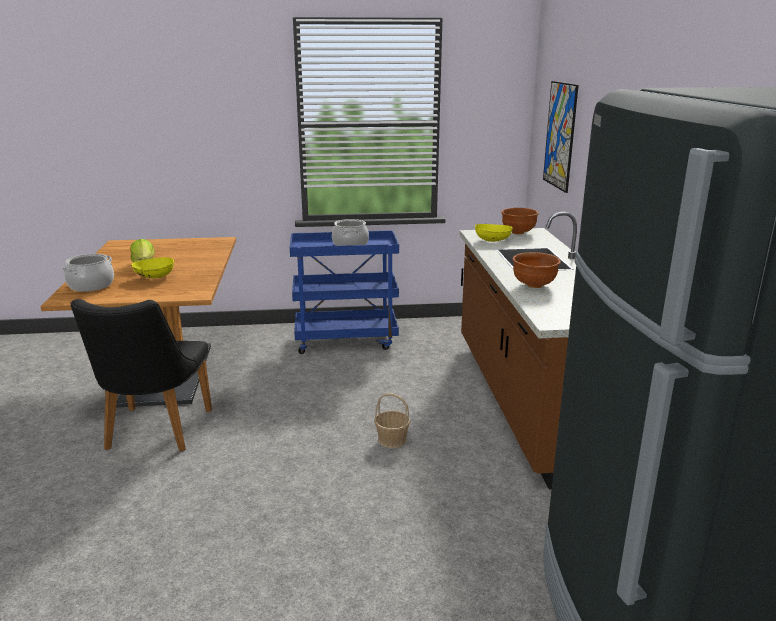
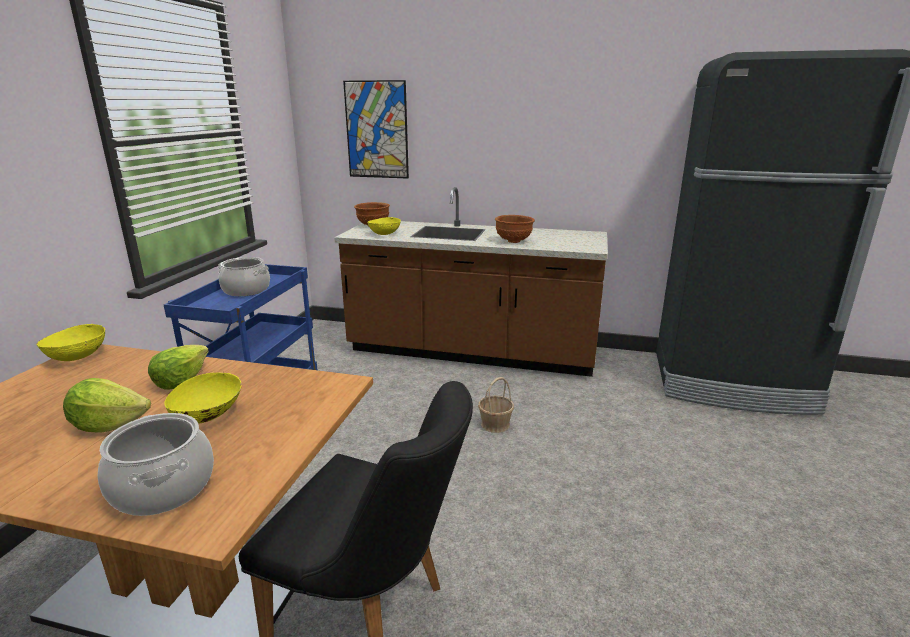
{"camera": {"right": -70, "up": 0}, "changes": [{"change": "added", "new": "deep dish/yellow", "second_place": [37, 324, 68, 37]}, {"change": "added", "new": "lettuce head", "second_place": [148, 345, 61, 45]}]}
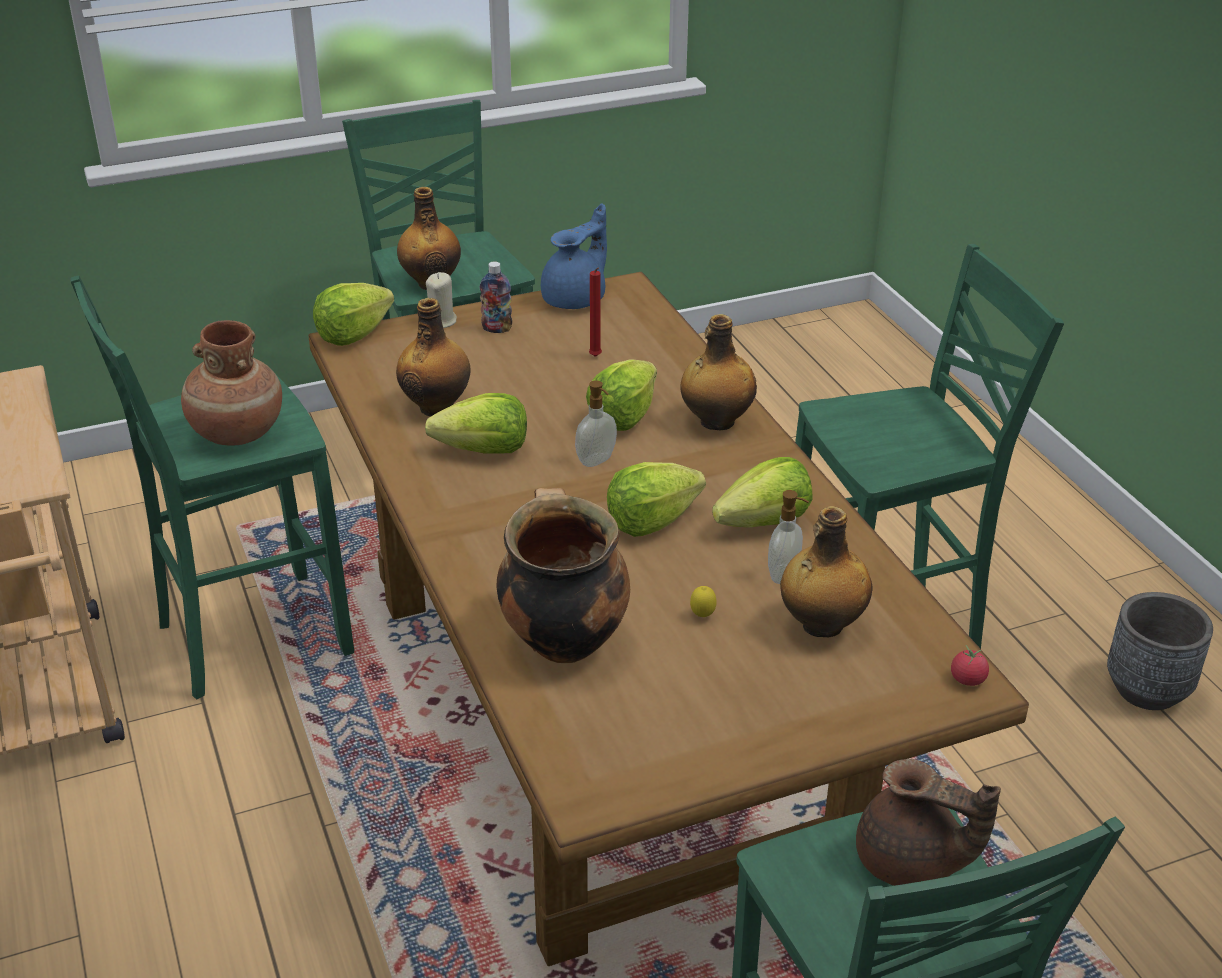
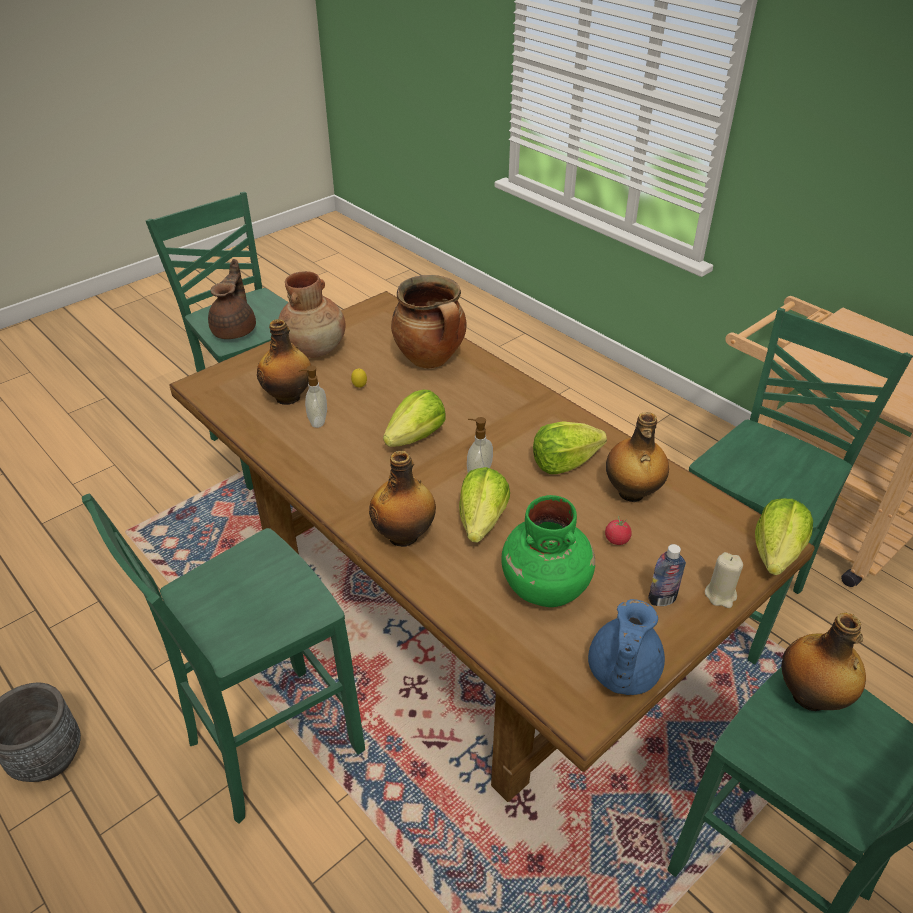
{"camera": {"right": 160, "up": 5}, "changes": [{"change": "replaced", "old": "candle/red-coloured", "new": "flower vase/green-coloured", "first_place": [589, 268, 13, 89], "second_place": [501, 495, 94, 112]}, {"change": "moved", "old": "flower vase/brown", "first_place": [181, 320, 101, 125], "second_place": [278, 271, 68, 87]}, {"change": "removed", "old": "lettuce head", "first_place": [712, 457, 100, 71]}, {"change": "moved", "old": "tomato", "first_place": [951, 645, 38, 41], "second_place": [605, 516, 27, 29]}, {"change": "turned", "old": "pot for tea/brown", "first_place": [856, 759, 145, 127], "second_place": [208, 259, 48, 80], "degrees": 90}]}
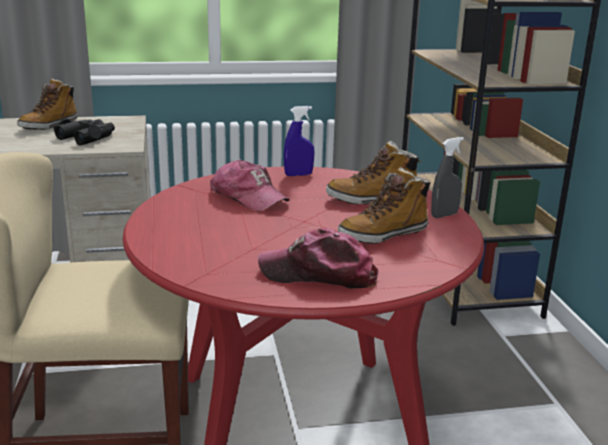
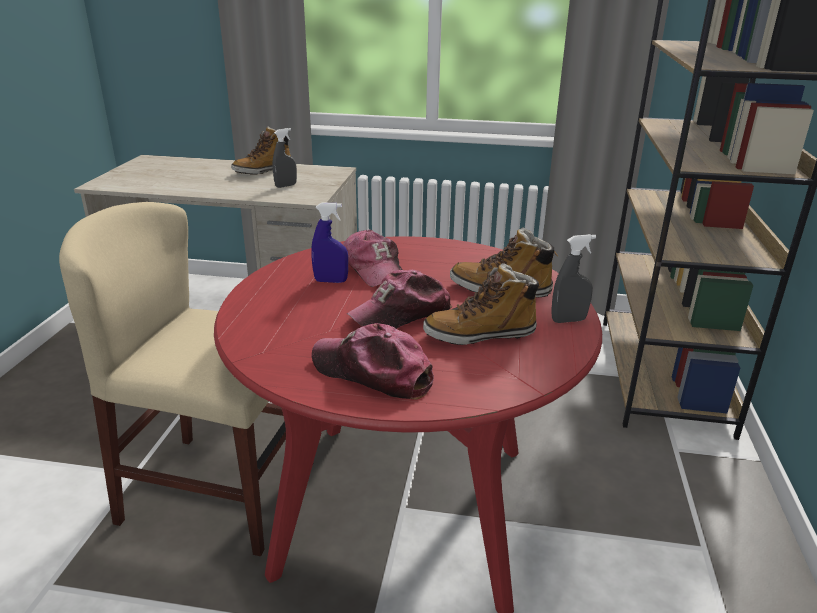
{"camera": {"right": 20, "up": 5}, "changes": [{"change": "moved", "old": "sprayer/bluish", "first_place": [284, 106, 30, 70], "second_place": [311, 203, 37, 80]}, {"change": "replaced", "old": "binoculars/black-coloured", "new": "sprayer/grey", "first_place": [53, 118, 62, 27], "second_place": [272, 128, 25, 60]}, {"change": "added", "new": "baseball cap", "second_place": [347, 270, 105, 59]}]}
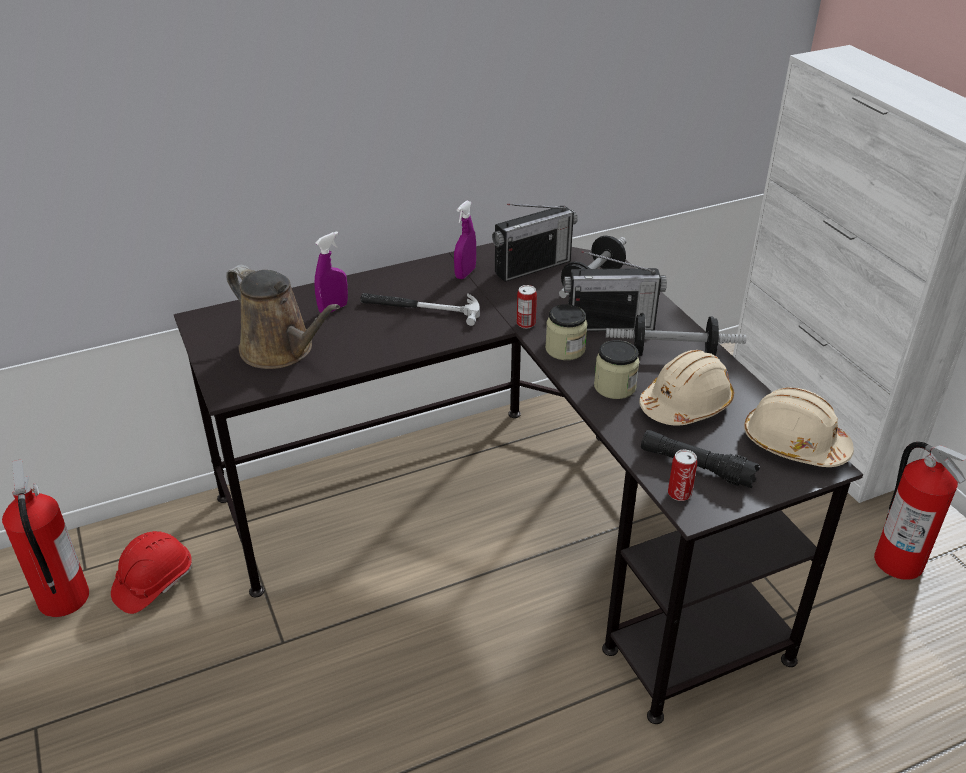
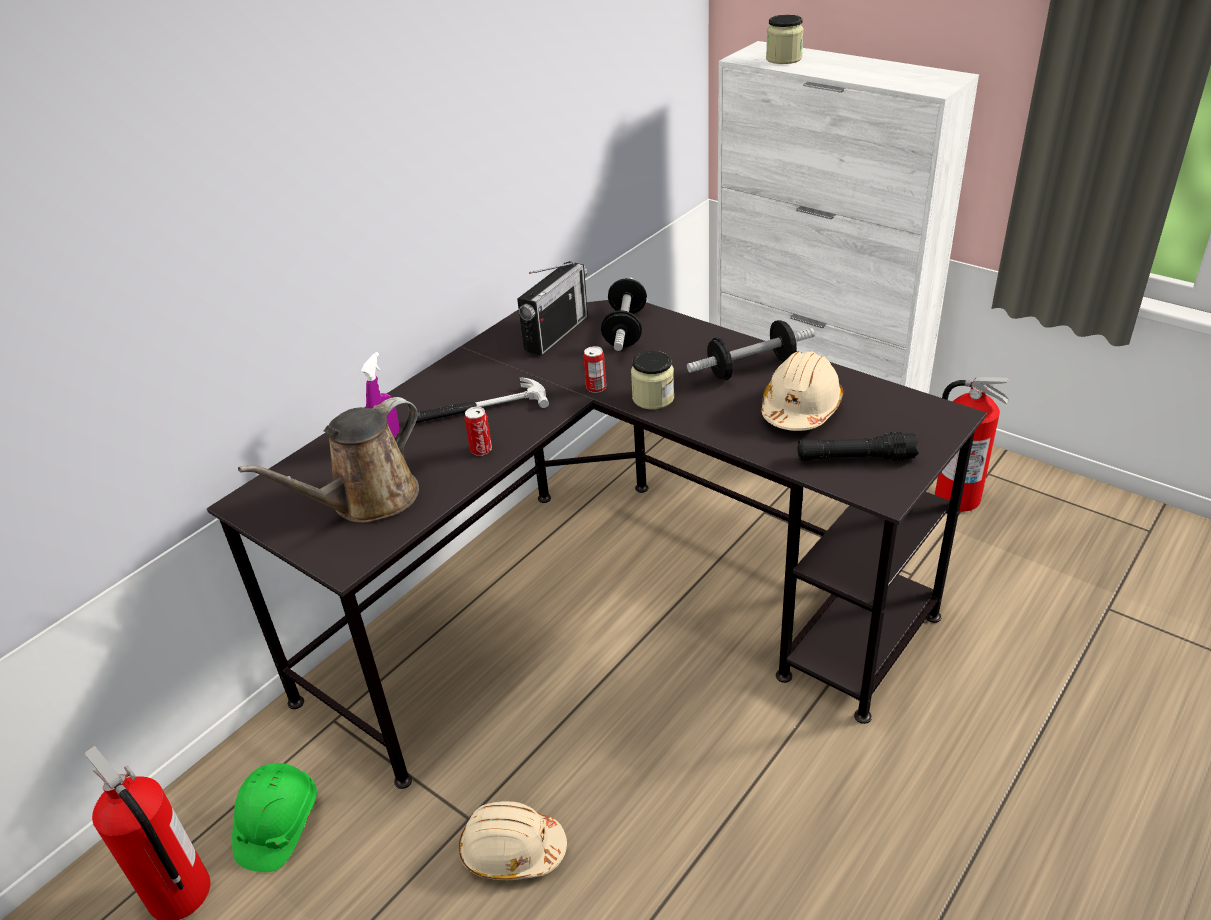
{"camera": {"right": -25, "up": 0}, "changes": [{"change": "removed", "old": "sprayer/purplish", "first_place": [454, 200, 22, 79]}, {"change": "removed", "old": "radio receiver", "first_place": [564, 251, 103, 80]}, {"change": "turned", "old": "watering pot/brown", "first_place": [226, 264, 114, 105], "second_place": [238, 397, 181, 126], "degrees": 120}, {"change": "moved", "old": "preserve jar", "first_place": [594, 340, 45, 59], "second_place": [766, 15, 38, 49]}, {"change": "moved", "old": "work helmet/sand-coloured", "first_place": [744, 387, 110, 80], "second_place": [459, 801, 108, 79]}, {"change": "moved", "old": "metal can", "first_place": [668, 449, 29, 52], "second_place": [465, 407, 27, 49]}, {"change": "recoloured", "old": "work helmet/red-coloured", "new": "work helmet/green-coloured", "first_place": [111, 531, 81, 83], "second_place": [232, 763, 85, 109]}]}
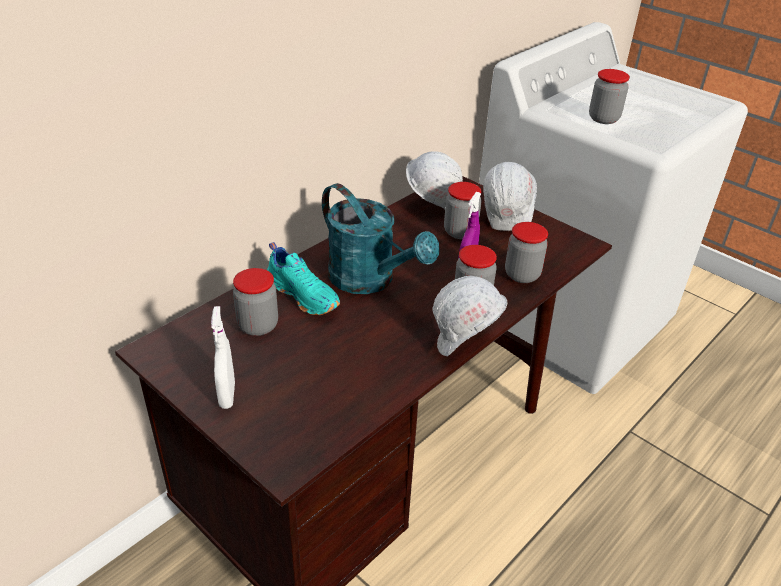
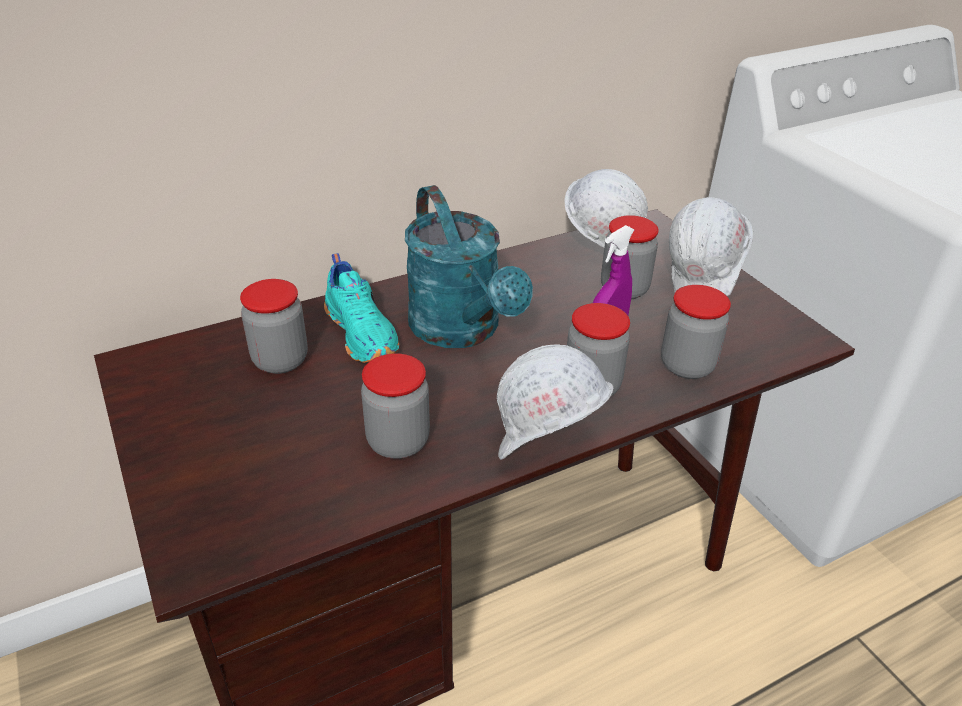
{"camera": {"right": 20, "up": 0}, "changes": [{"change": "moved", "old": "preserve jar", "first_place": [589, 69, 41, 55], "second_place": [361, 353, 69, 106]}, {"change": "removed", "old": "sprayer/white", "first_place": [211, 306, 24, 103]}]}
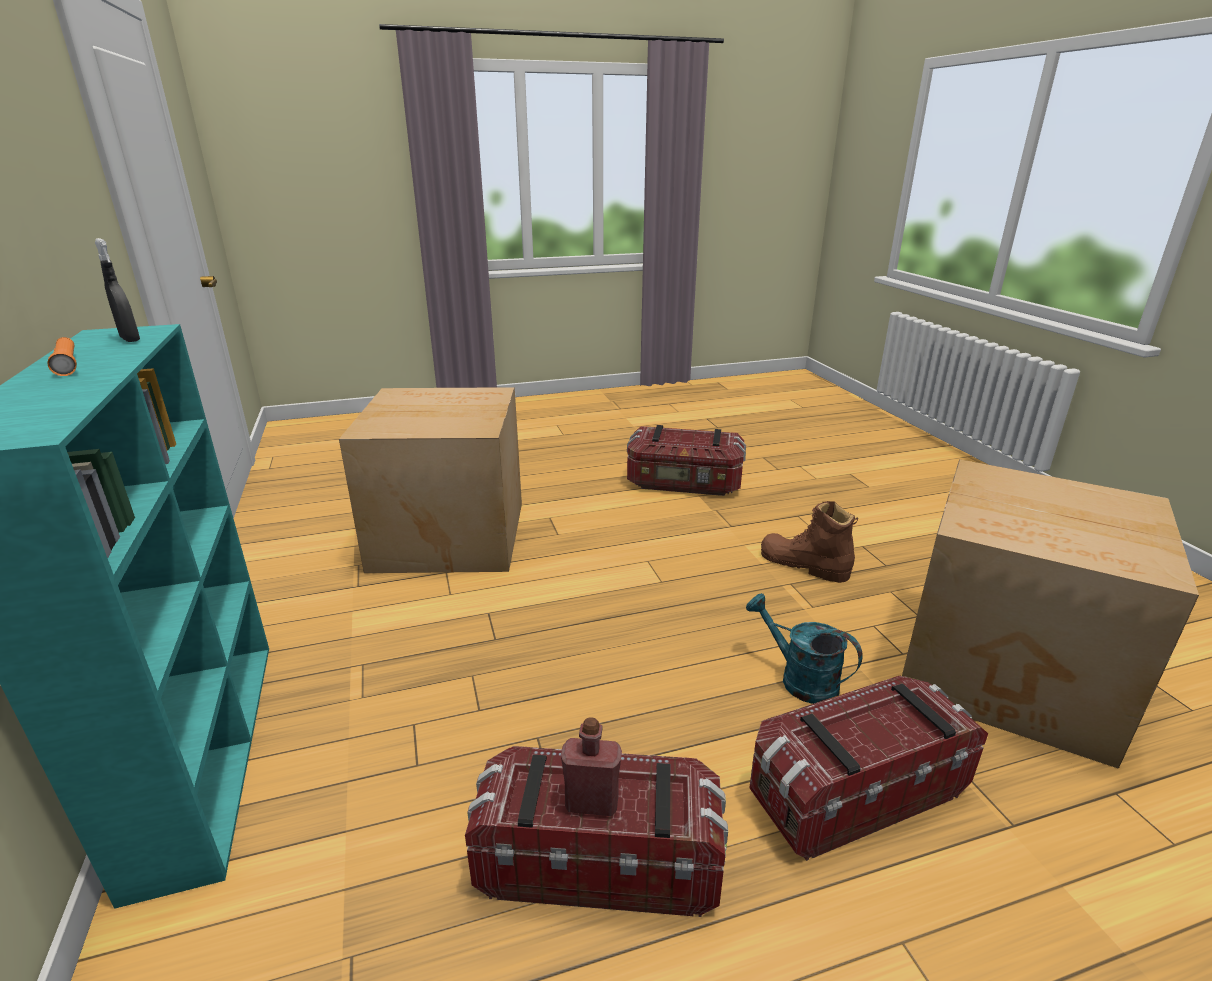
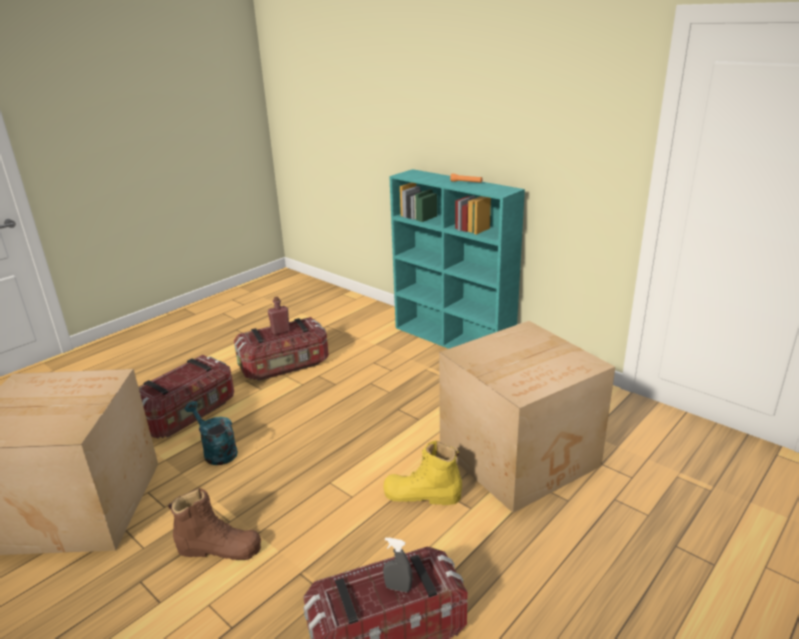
{"camera": {"right": 150, "up": 0}, "changes": [{"change": "moved", "old": "sprayer/grey", "first_place": [95, 238, 45, 104], "second_place": [383, 537, 29, 56]}, {"change": "turned", "old": "watering pot/blue-green", "first_place": [746, 593, 117, 111], "second_place": [185, 401, 53, 64], "degrees": -150}, {"change": "added", "new": "high-top boot/yellow", "second_place": [383, 440, 79, 65]}]}
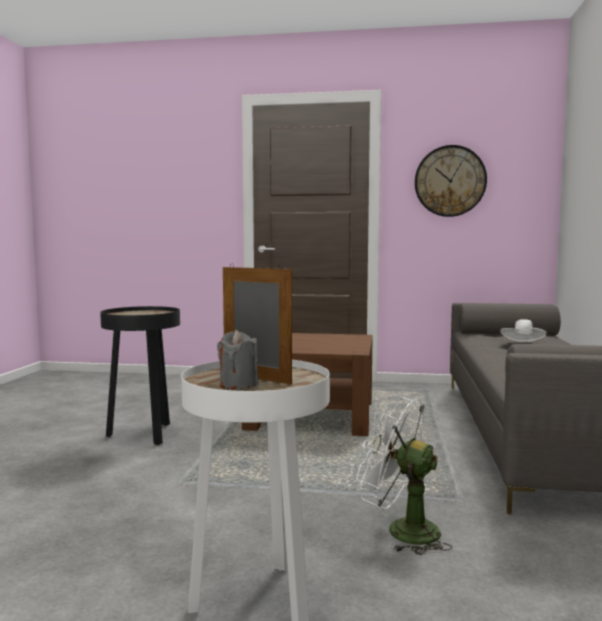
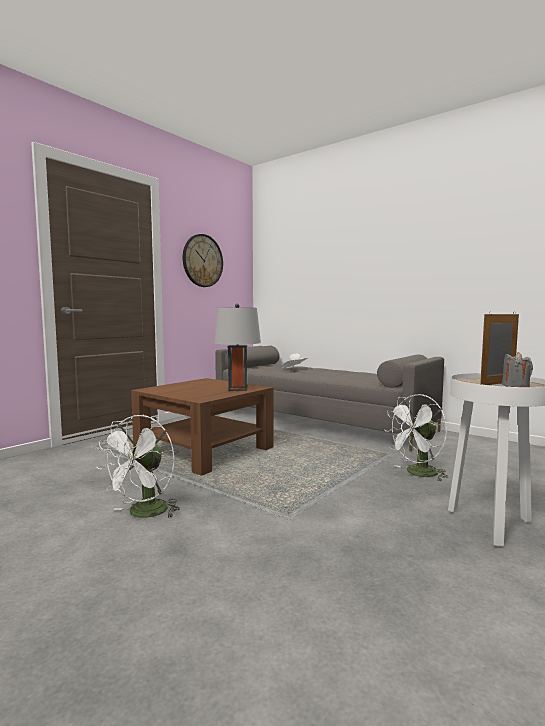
{"camera": {"right": -60, "up": 0}, "changes": [{"change": "replaced", "old": "end table/black-coloured", "new": "fan/white", "first_place": [100, 306, 80, 139], "second_place": [96, 415, 84, 103]}, {"change": "added", "new": "lamp for a table/grey", "second_place": [214, 304, 47, 87]}]}
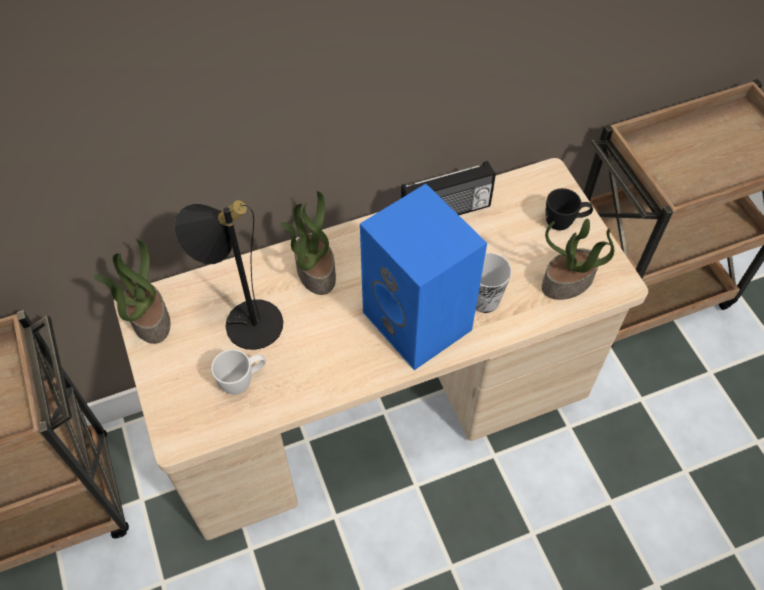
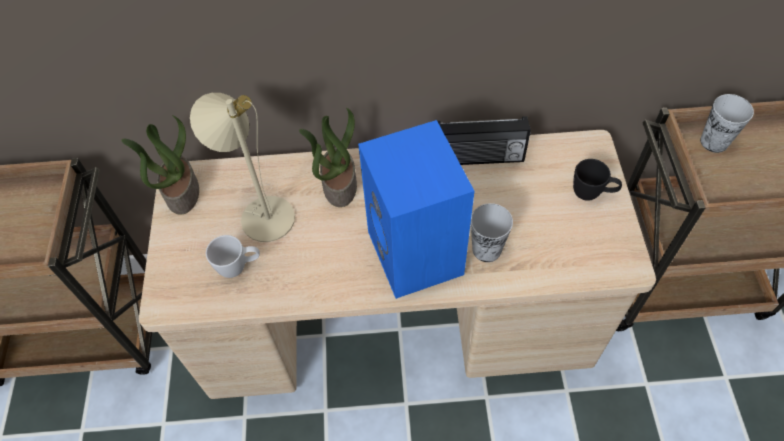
{"camera": {"right": 20, "up": 0}, "changes": [{"change": "recoloured", "old": "lamp for a table/black-coloured", "new": "lamp for a table/sand-coloured", "first_place": [175, 200, 109, 150], "second_place": [190, 93, 105, 149]}, {"change": "removed", "old": "houseplant", "first_place": [542, 218, 72, 82]}, {"change": "added", "new": "cup", "second_place": [700, 94, 54, 59]}]}
